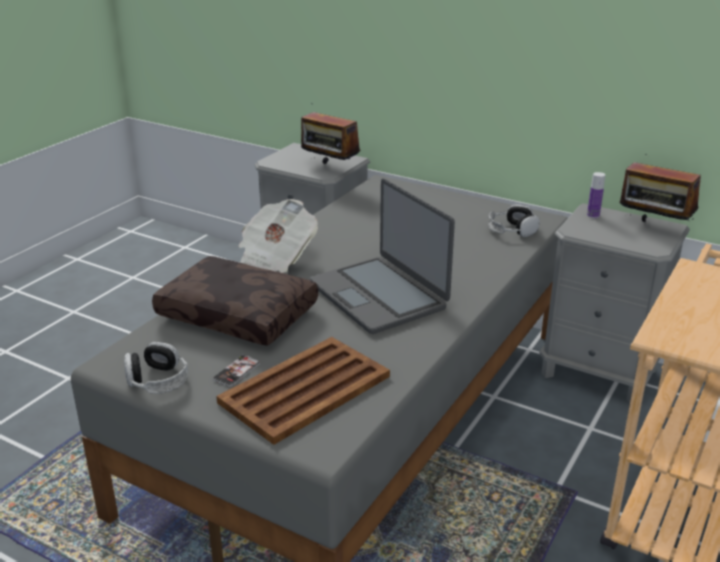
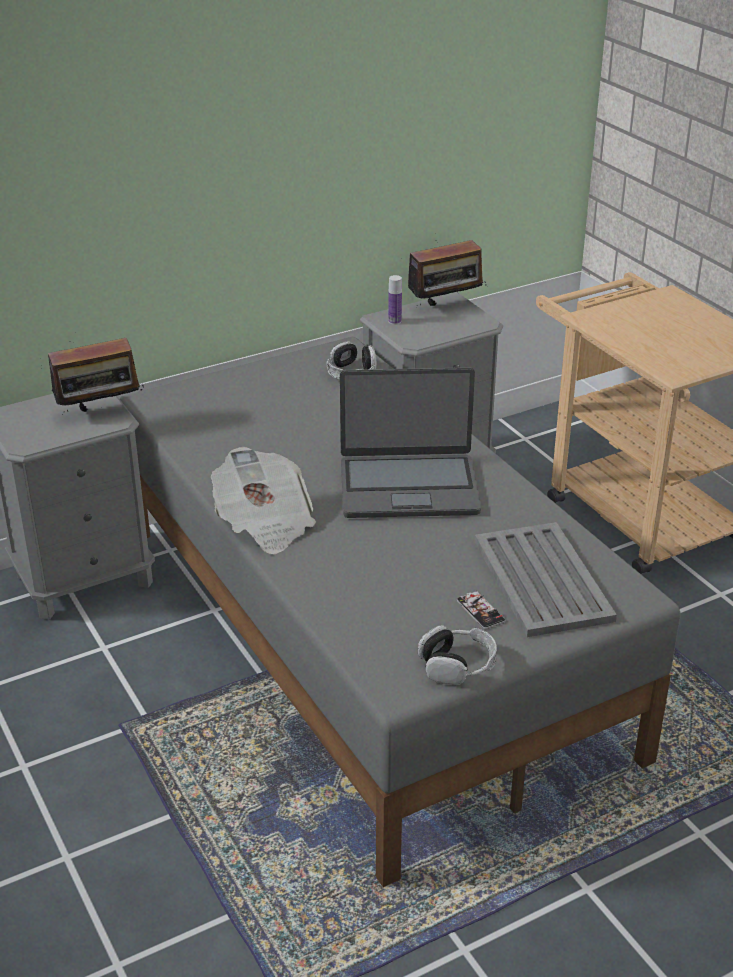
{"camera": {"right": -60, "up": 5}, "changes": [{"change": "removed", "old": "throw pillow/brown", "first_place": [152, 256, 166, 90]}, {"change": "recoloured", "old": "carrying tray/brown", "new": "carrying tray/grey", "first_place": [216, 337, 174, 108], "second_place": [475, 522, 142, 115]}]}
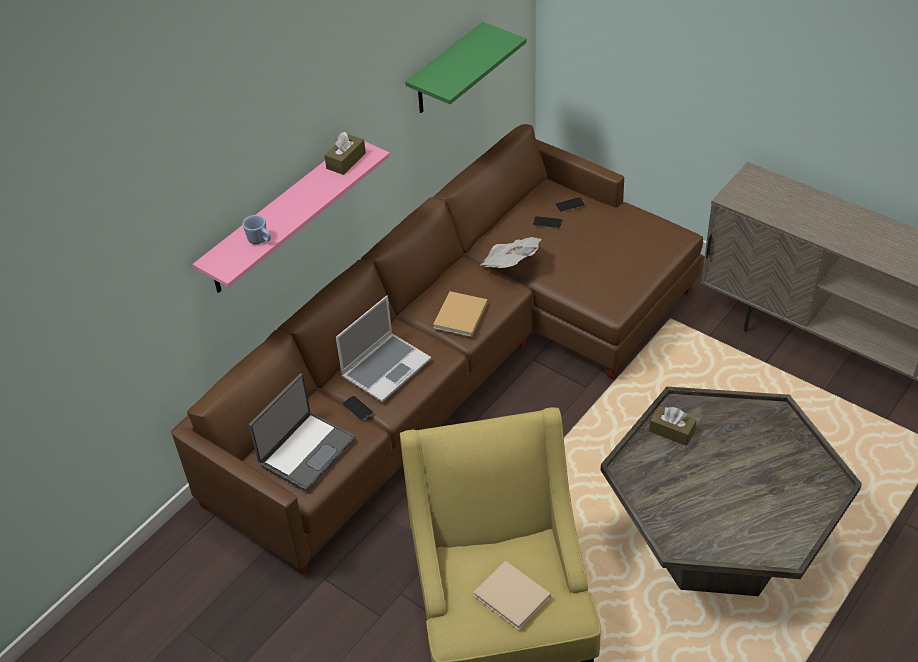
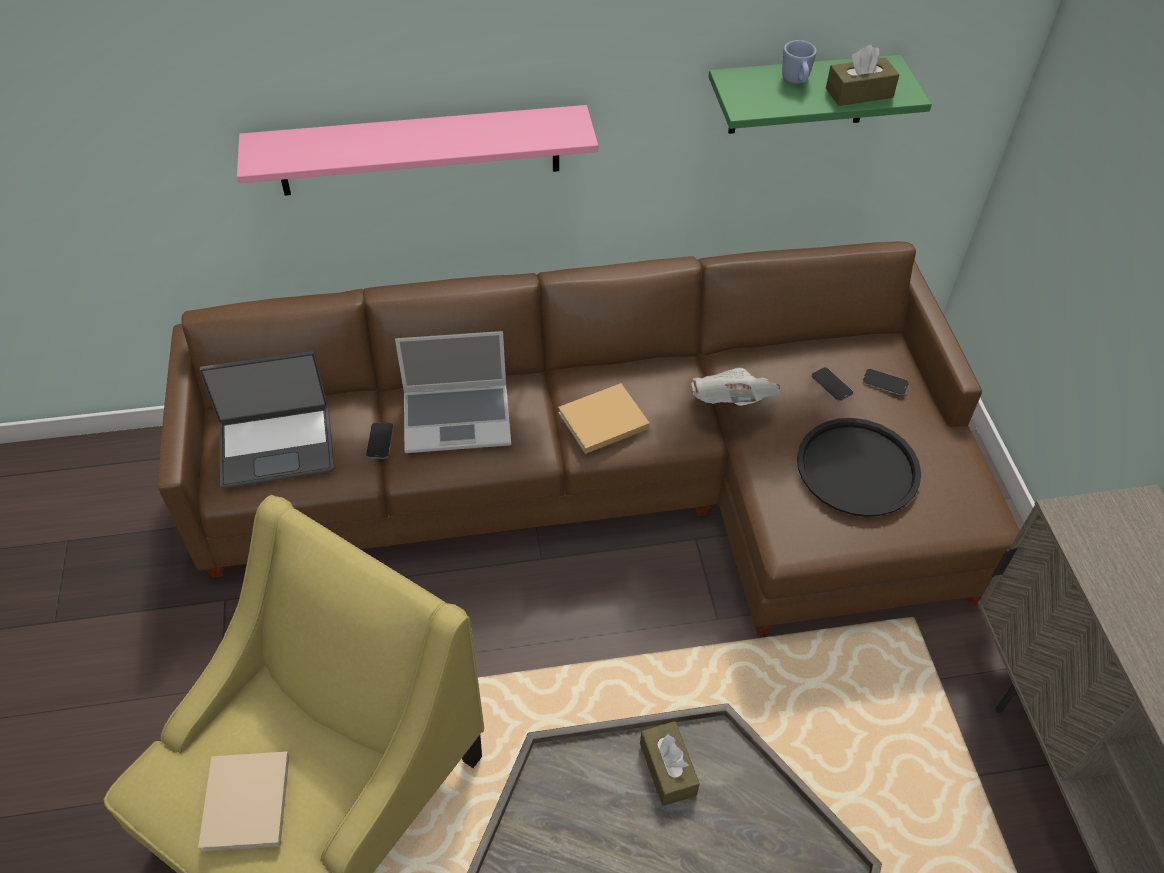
{"camera": {"right": 40, "up": 5}, "changes": [{"change": "moved", "old": "box of tissues/brown", "first_place": [324, 132, 42, 43], "second_place": [826, 45, 73, 61]}, {"change": "moved", "old": "mug/bluish", "first_place": [243, 215, 28, 30], "second_place": [782, 40, 35, 44]}, {"change": "added", "new": "carrying tray/black-coloured", "second_place": [797, 418, 124, 99]}]}
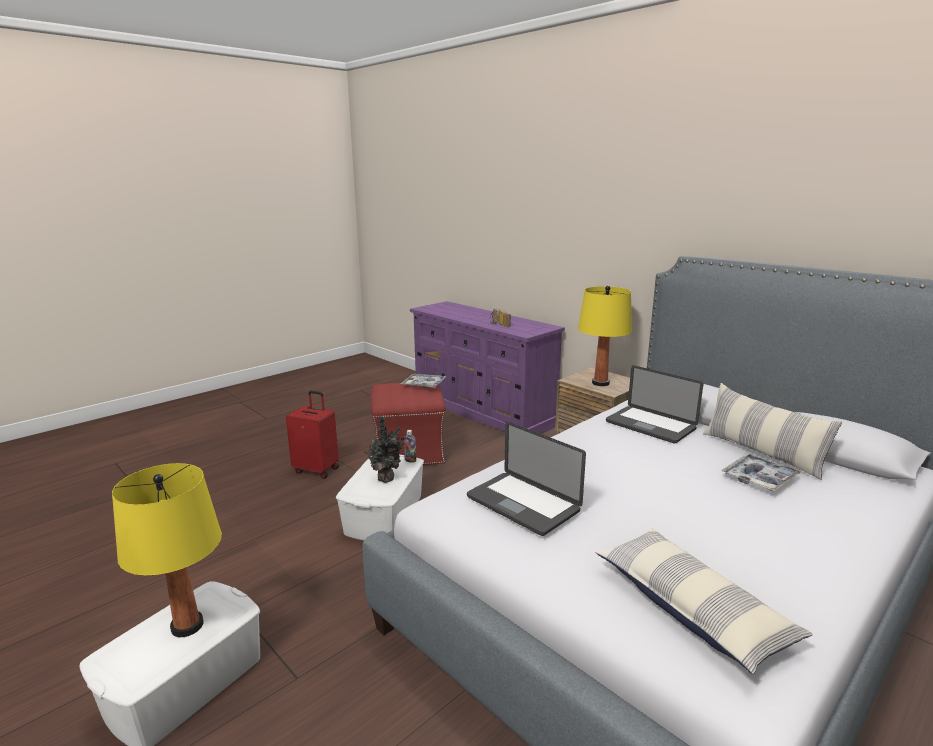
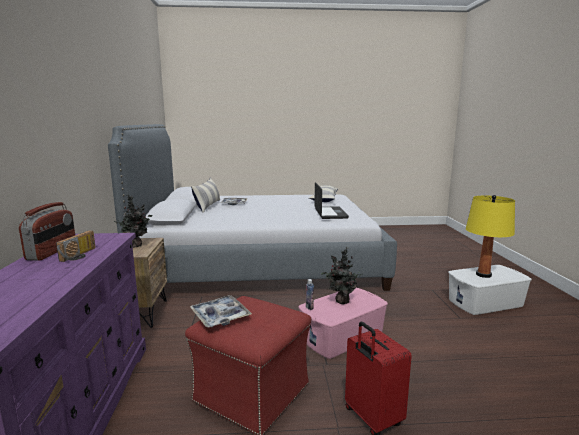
{"camera": {"right": -140, "up": -5}, "changes": [{"change": "replaced", "old": "lamp for a table/yellow", "new": "houseplant", "first_place": [578, 286, 54, 100], "second_place": [114, 195, 38, 53]}, {"change": "removed", "old": "notebook computer", "first_place": [606, 365, 97, 79]}, {"change": "recoloured", "old": "storage container/white", "new": "storage container/pink", "first_place": [336, 455, 88, 85], "second_place": [298, 288, 90, 71]}, {"change": "added", "new": "radio receiver", "second_place": [19, 202, 56, 59]}]}
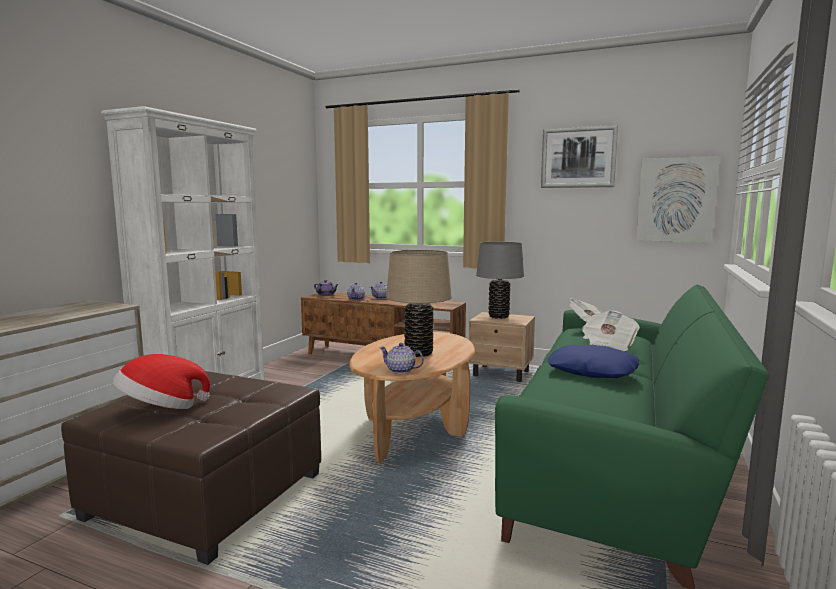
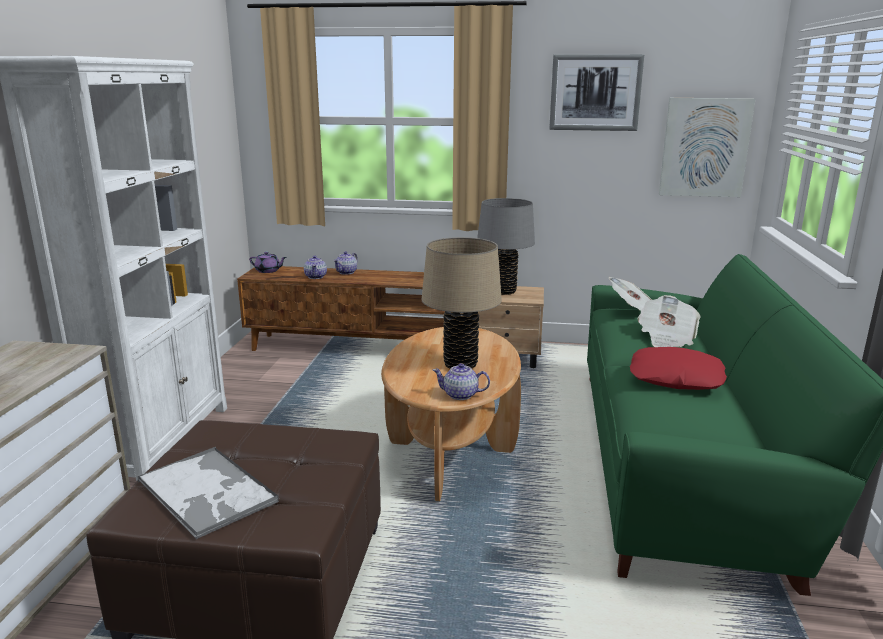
{"camera": {"right": -15, "up": 10}, "changes": [{"change": "recoloured", "old": "throw pillow/bluish", "new": "throw pillow/red-coloured", "first_place": [547, 345, 93, 33], "second_place": [630, 347, 97, 43]}, {"change": "replaced", "old": "clothing hat", "new": "carrying tray", "first_place": [113, 354, 97, 55], "second_place": [137, 447, 142, 92]}]}
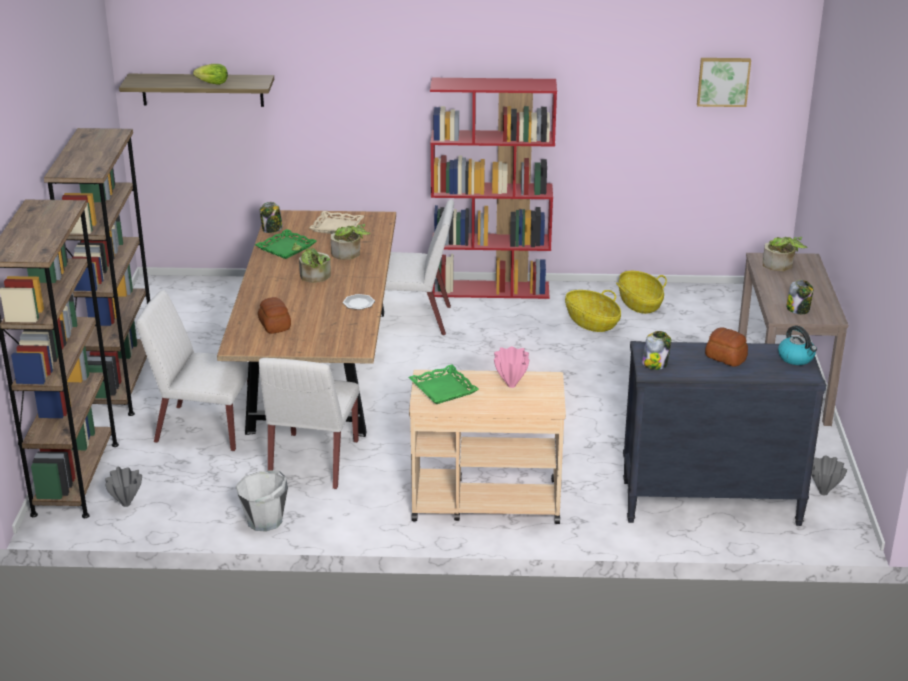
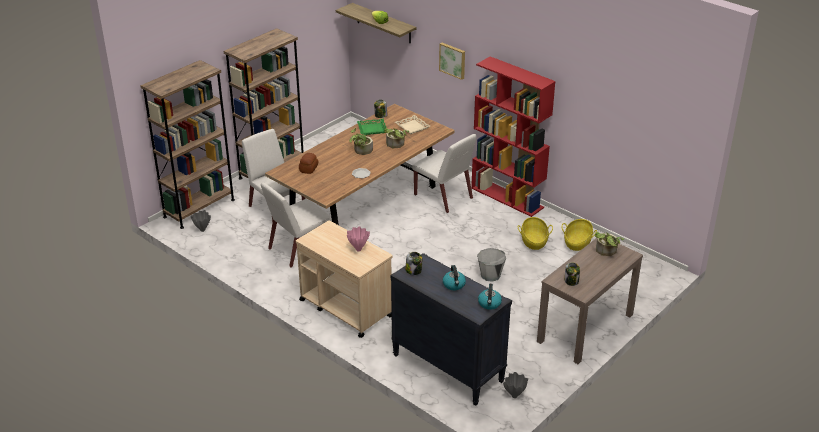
{"camera": {"right": 40, "up": 5}, "changes": [{"change": "moved", "old": "picture", "first_place": [697, 58, 54, 49], "second_place": [439, 43, 26, 37]}, {"change": "replaced", "old": "bakery bread", "new": "water kettle", "first_place": [705, 327, 43, 40], "second_place": [443, 265, 23, 25]}, {"change": "removed", "old": "carrying tray/green-coloured", "first_place": [408, 364, 71, 40]}, {"change": "moved", "old": "bucket/grey", "first_place": [236, 471, 52, 61], "second_place": [477, 248, 29, 34]}]}
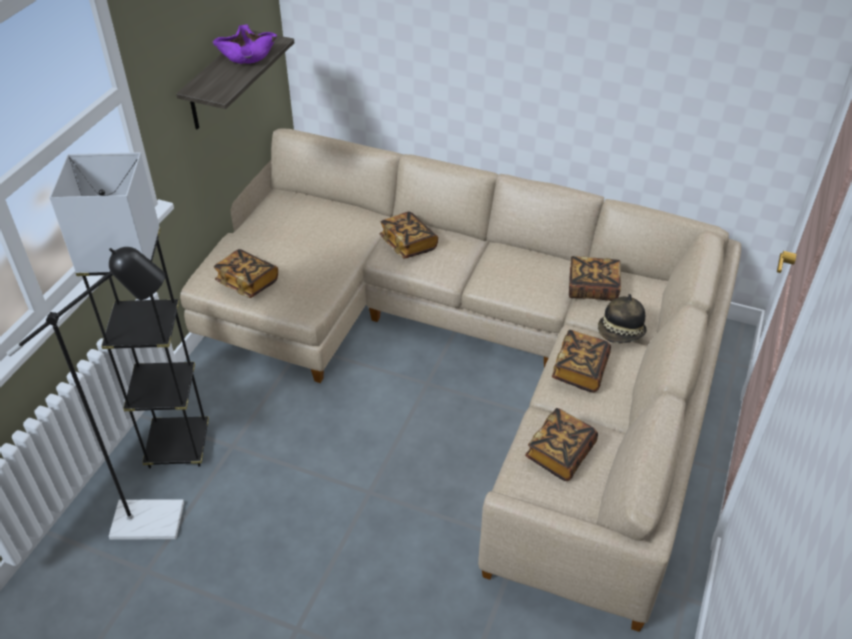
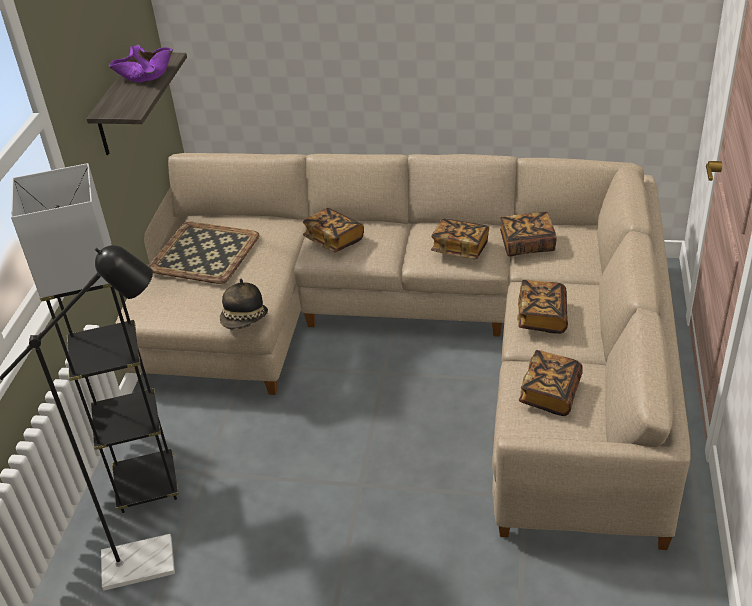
{"camera": {"right": -10, "up": -5}, "changes": [{"change": "moved", "old": "book", "first_place": [214, 249, 64, 49], "second_place": [431, 219, 58, 40]}, {"change": "moved", "old": "clothing hat", "first_place": [598, 294, 49, 49], "second_place": [220, 279, 48, 51]}, {"change": "added", "new": "carrying tray", "second_place": [149, 222, 111, 62]}]}
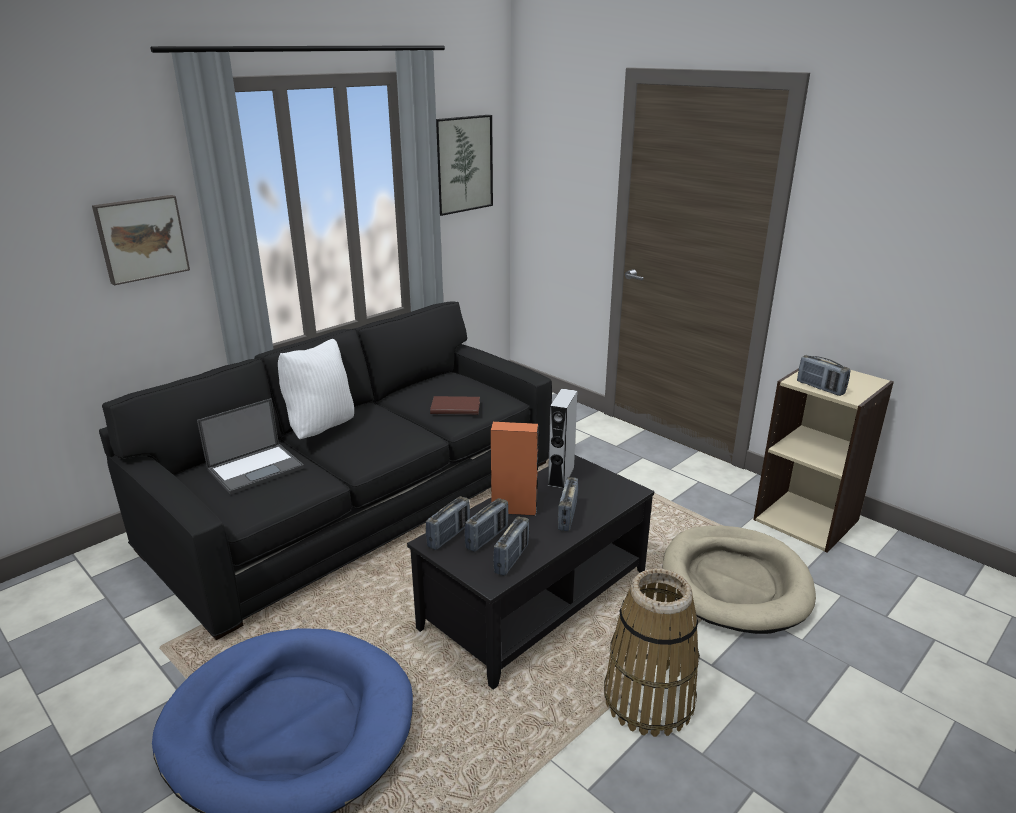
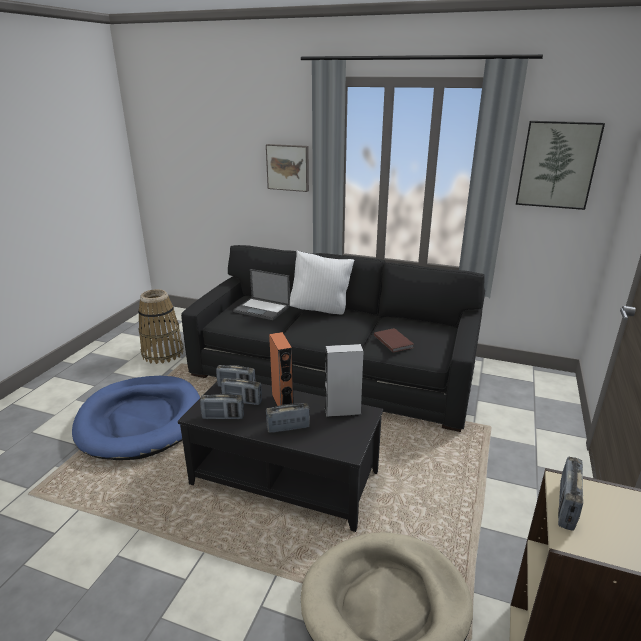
{"camera": {"right": 65, "up": 0}, "changes": [{"change": "moved", "old": "storage basket", "first_place": [604, 569, 96, 168], "second_place": [138, 289, 46, 75]}]}
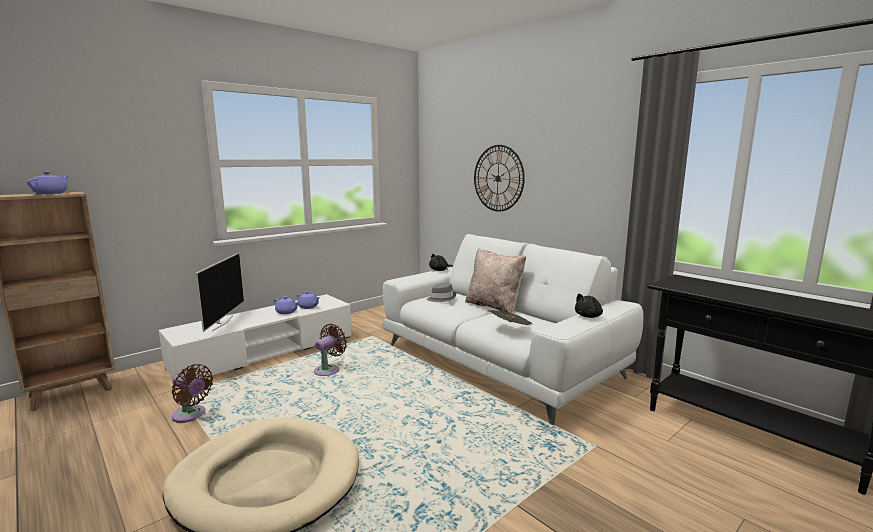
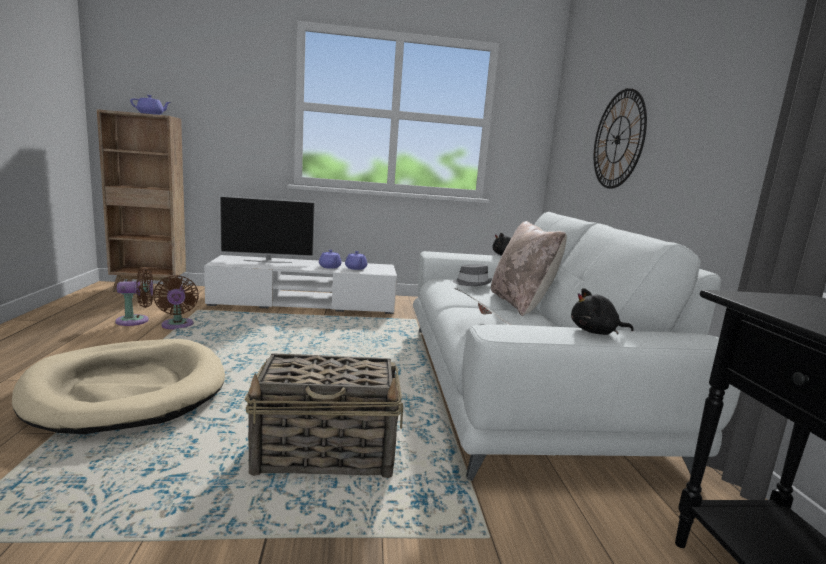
{"camera": {"right": 35, "up": 0}, "changes": [{"change": "turned", "old": "TV", "first_place": [196, 252, 48, 80], "second_place": [219, 196, 96, 67], "degrees": 45}, {"change": "moved", "old": "fan/brown", "first_place": [314, 324, 33, 52], "second_place": [115, 268, 38, 58]}, {"change": "added", "new": "storage basket", "second_place": [245, 354, 158, 124]}]}
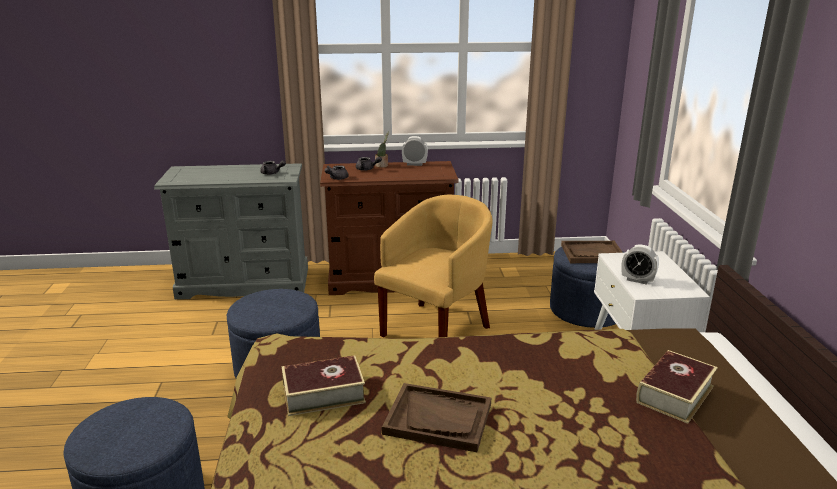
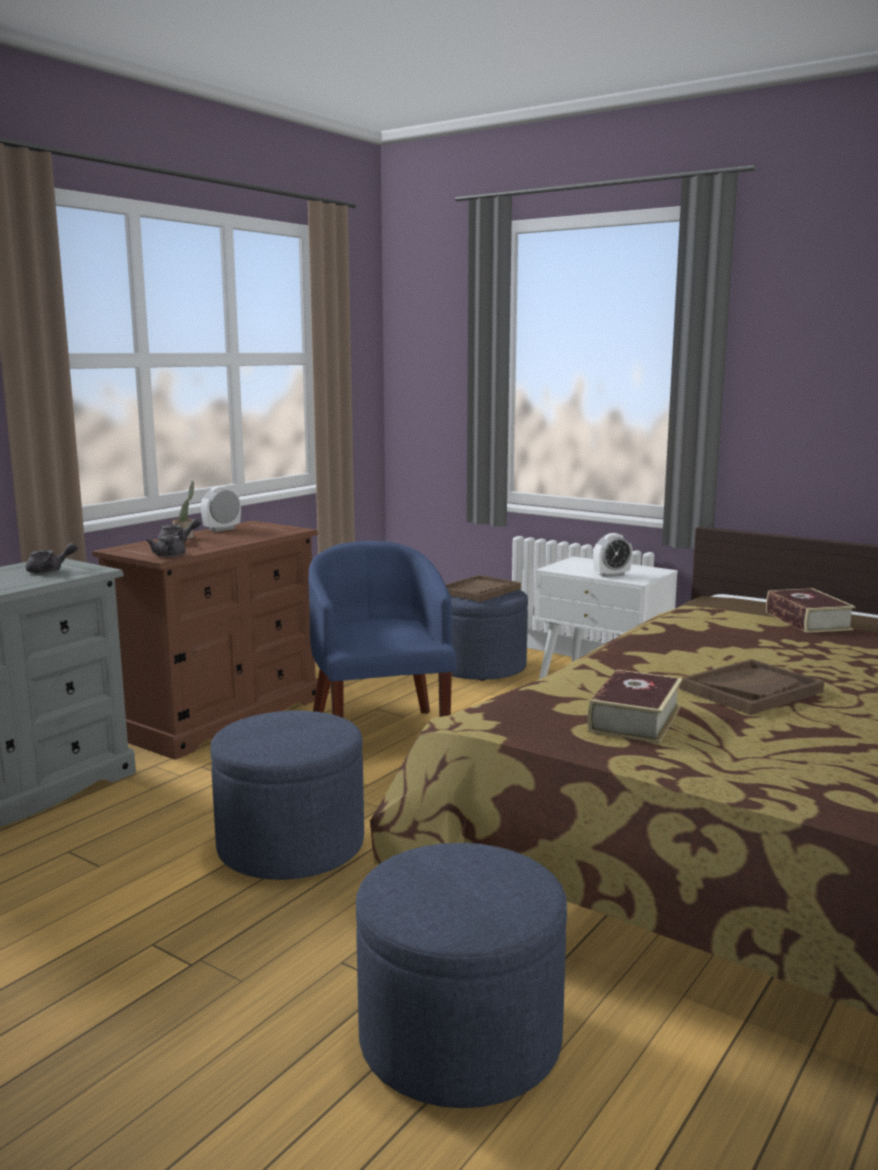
{"camera": {"right": -50, "up": -10}, "changes": [{"change": "recoloured", "old": "easy chair/yellow", "new": "easy chair/bluish", "first_place": [374, 195, 118, 142], "second_place": [309, 541, 147, 177]}]}
